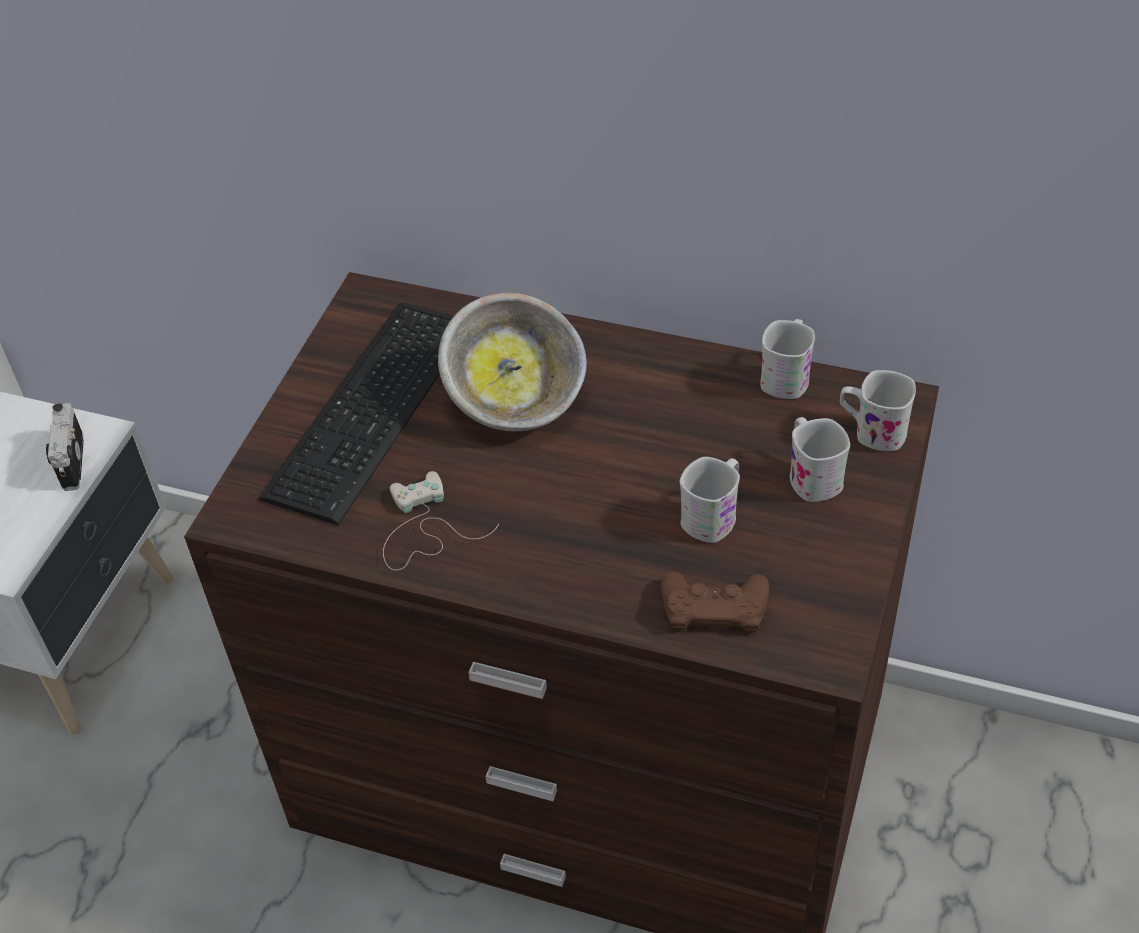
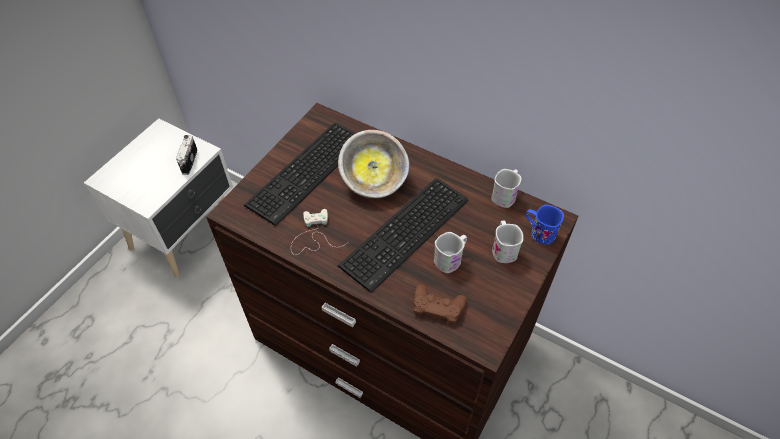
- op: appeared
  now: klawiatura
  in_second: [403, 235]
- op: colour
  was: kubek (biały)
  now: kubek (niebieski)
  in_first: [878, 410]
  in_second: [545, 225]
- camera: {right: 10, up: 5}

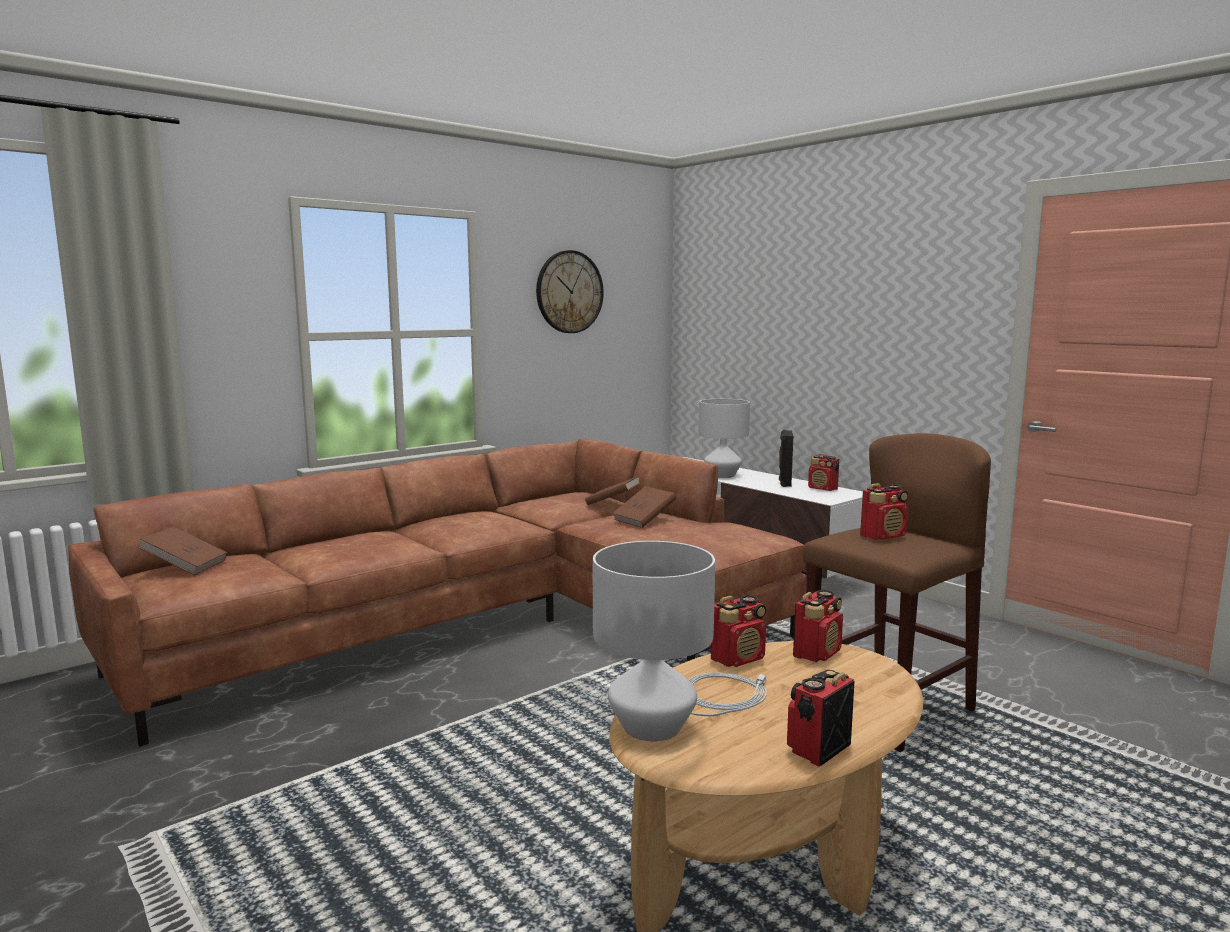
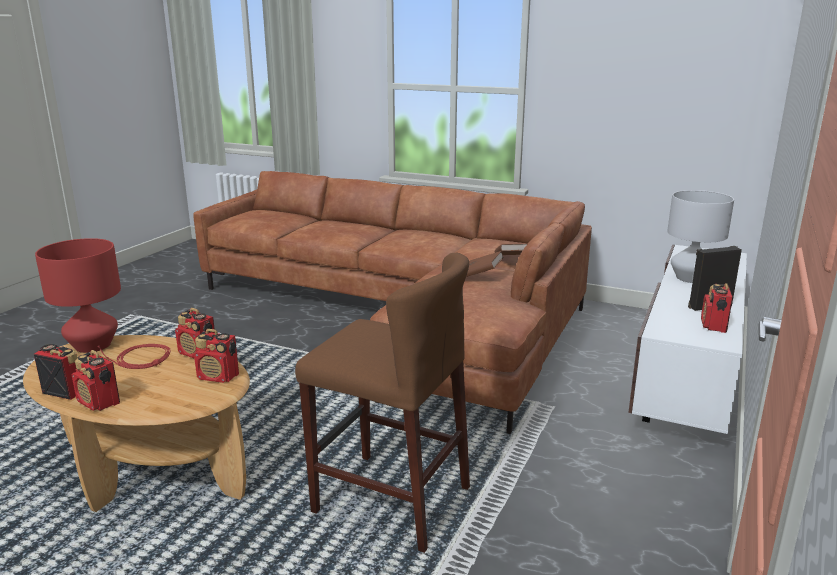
- op: missing
  was: książka (brązowy)
  in_first: [182, 550]
- op: missing
  was: zegar ścienny
  in_first: [570, 291]
- op: relocated
  was: radio
  in_first: [884, 511]
  in_second: [96, 380]
- op: colour
  was: lampa stołowa (szary)
  now: lampa stołowa (czerwony)
  in_first: [680, 641]
  in_second: [103, 303]
- camera: {right: 65, up: 10}

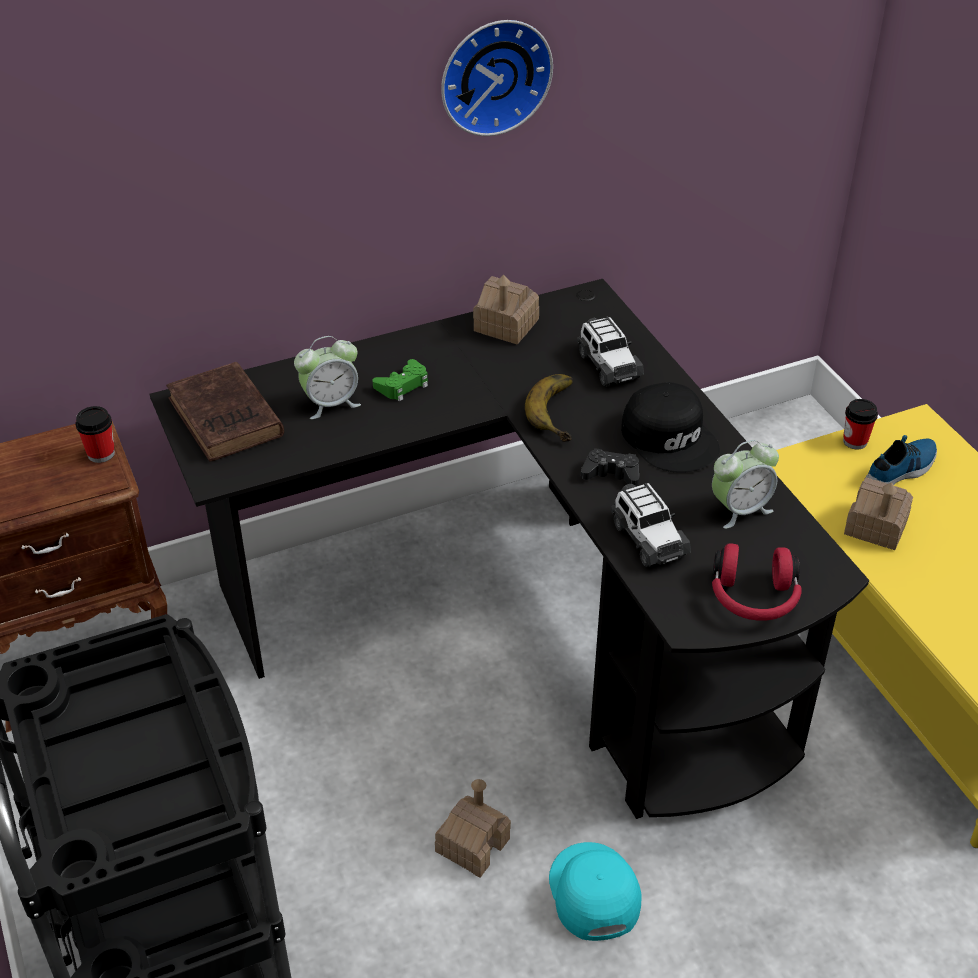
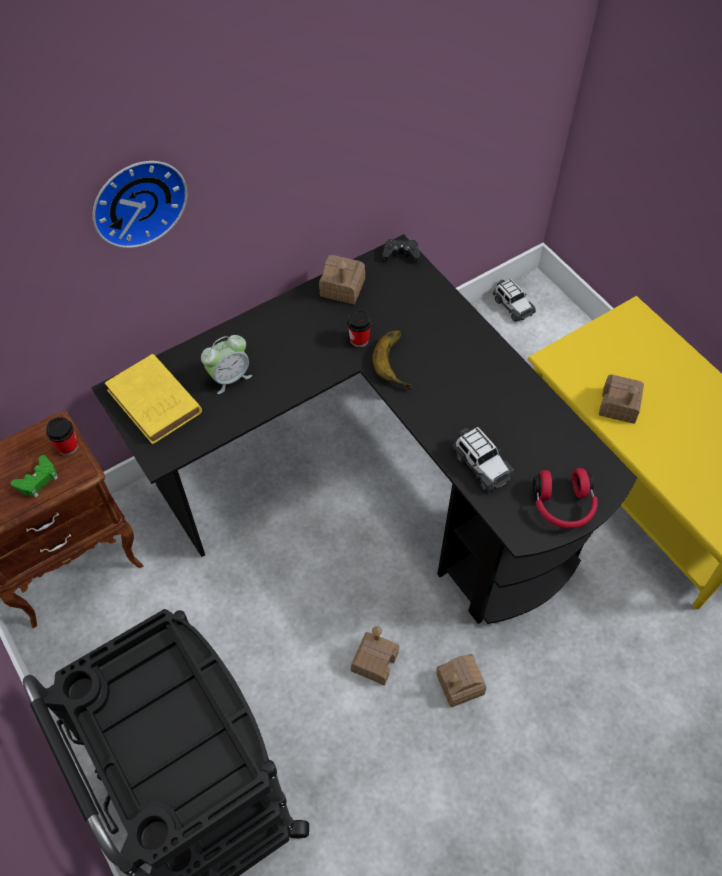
- op: missing
  was: czapka z daszkiem (czarny)
  in_first: [670, 427]
- op: missing
  was: budzik
  in_first: [745, 484]
- op: missing
  was: but
  in_first: [901, 460]
- op: relocated
  was: pad do gier (zielony)
  in_first: [400, 380]
  in_second: [34, 476]
- op: relocated
  was: zegar ścienny
  in_first: [497, 78]
  in_second: [139, 204]
- op: relocated
  was: samochodzik
  in_first: [610, 351]
  in_second: [514, 300]
- op: relocated
  was: pad do gier (czarny)
  in_first: [610, 467]
  in_second: [401, 250]
- op: relocated
  was: filiżanka
  in_first: [860, 424]
  in_second: [359, 328]
- op: exchanged
  was: czapka z daszkiem (turkusowy)
  now: domek
  in_first: [595, 891]
  in_second: [461, 680]
- op: colour
  was: książka (brązowy)
  now: książka (żółty)
  in_first: [225, 412]
  in_second: [153, 399]
- camera: {right: -10, up: 15}

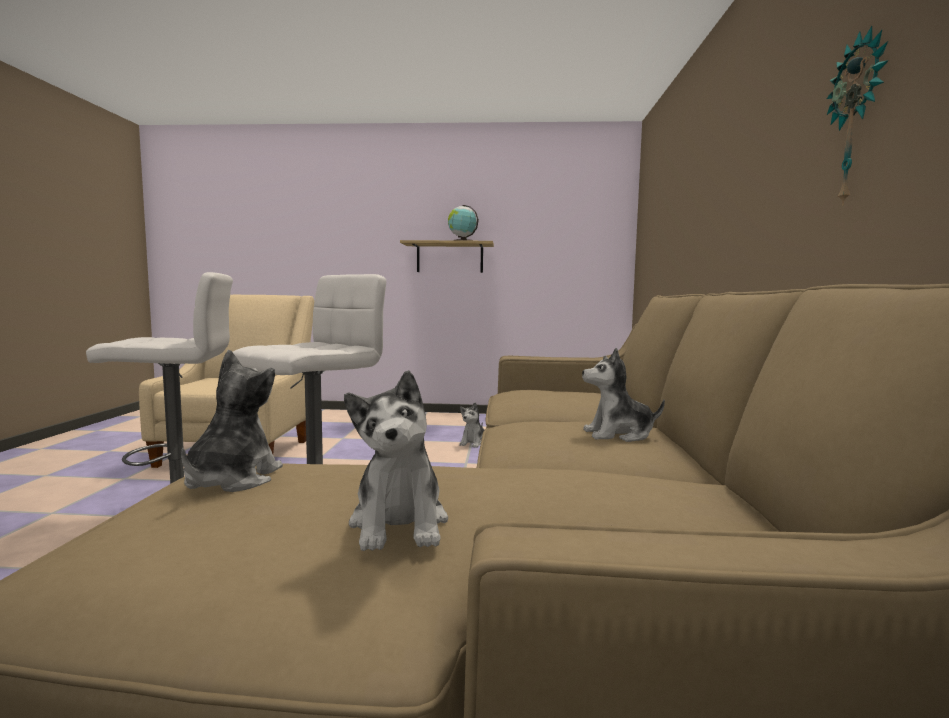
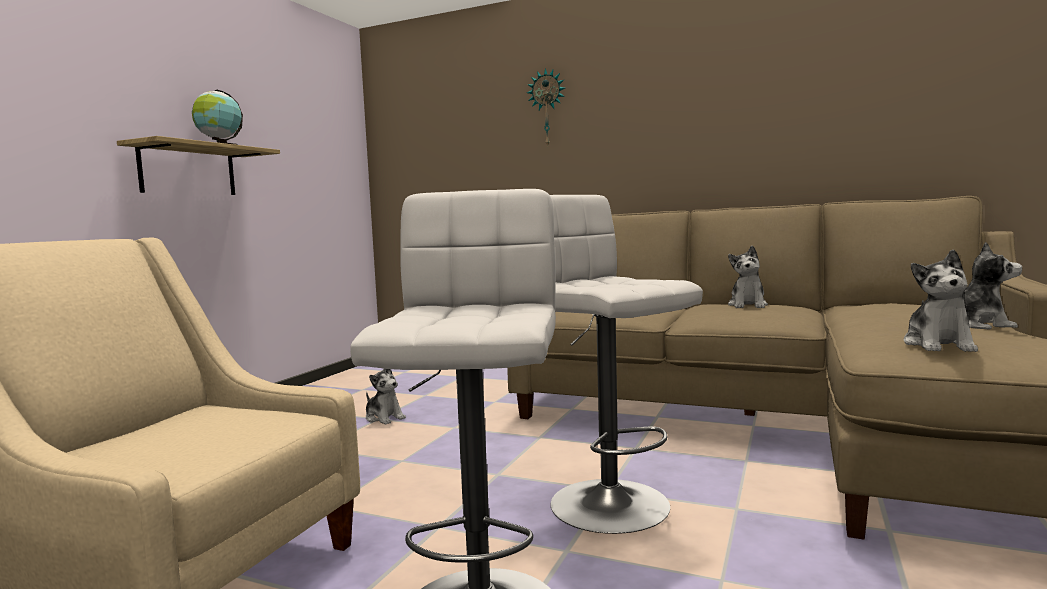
- op: relocated
  was: zegar ścienny
  in_first: [858, 116]
  in_second: [546, 107]
- op: spun
  was: pluszak
  in_first: [232, 421]
  in_second: [940, 300]
  clockwise: -105
- camera: {right: -70, up: 0}

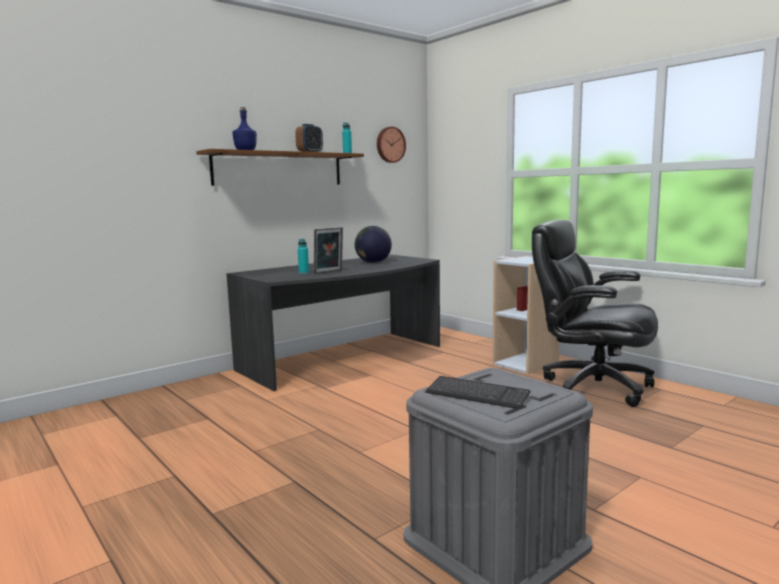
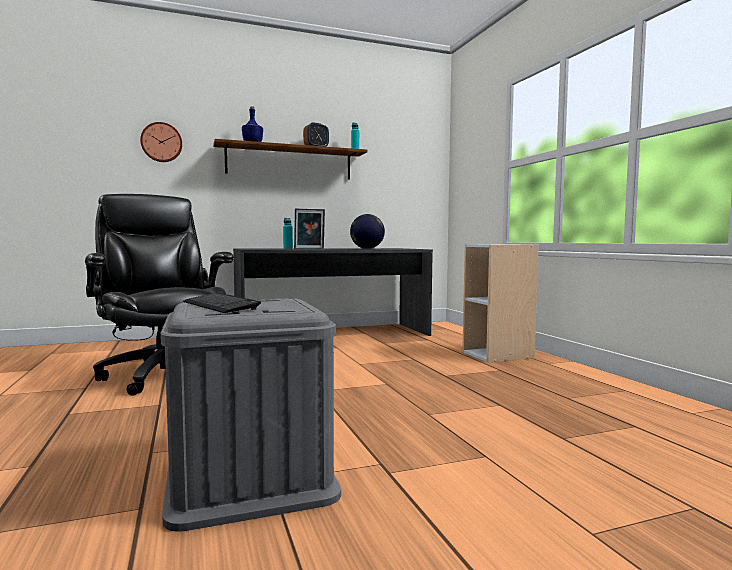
- op: relocated
  was: zegar ścienny
  in_first: [391, 145]
  in_second: [161, 142]
- op: relocated
  was: krzesło biurowe (czarny)
  in_first: [595, 313]
  in_second: [159, 295]
- camera: {right: 20, up: -5}

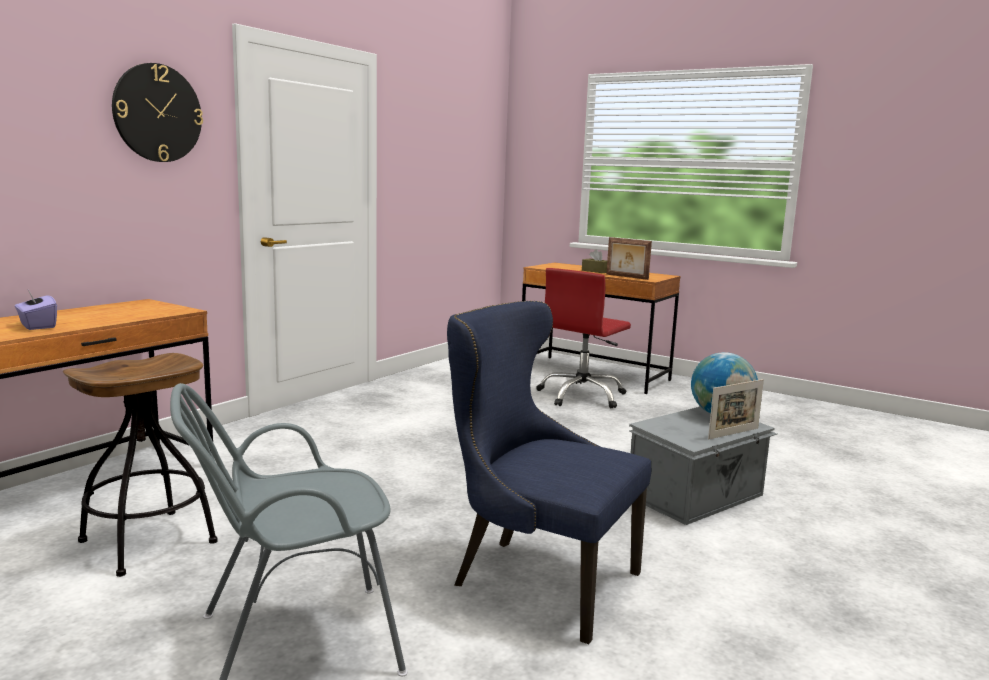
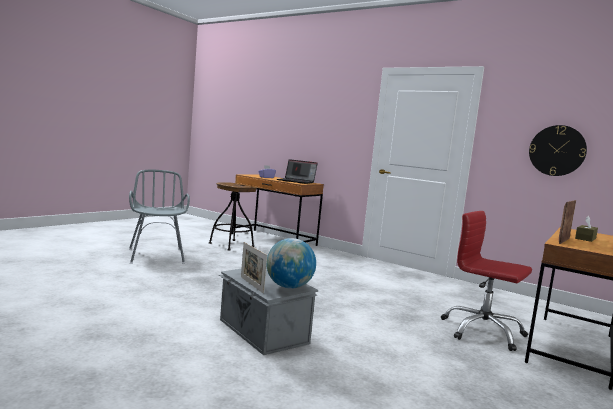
- op: missing
  was: krzesło (niebieski)
  in_first: [549, 472]
- op: appeared
  now: laptop
  in_second: [297, 171]
- op: relocated
  was: zegar ścienny
  in_first: [157, 112]
  in_second: [558, 150]
- camera: {right: 90, up: -5}

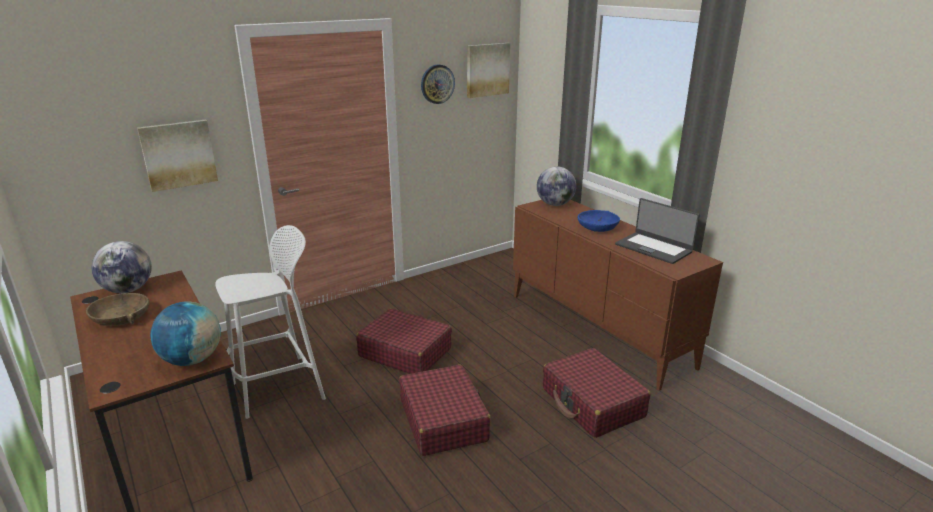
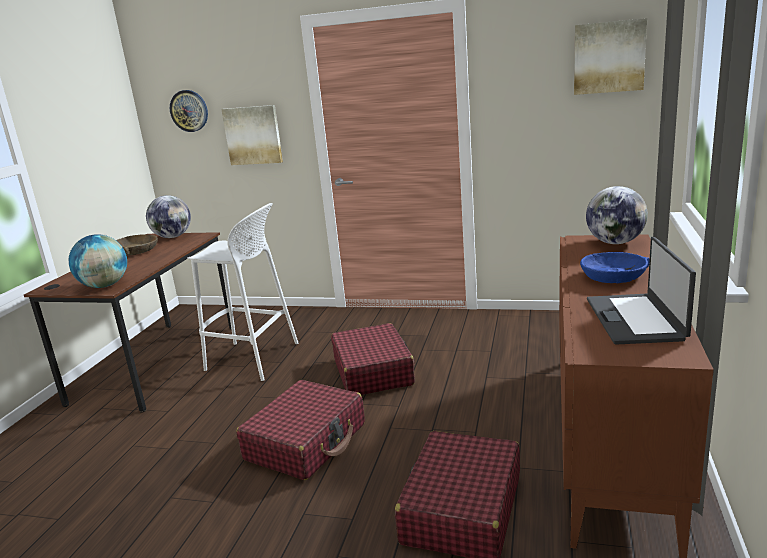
- op: relocated
  was: zegar ścienny
  in_first: [438, 84]
  in_second: [189, 111]
- camera: {right: 50, up: -5}

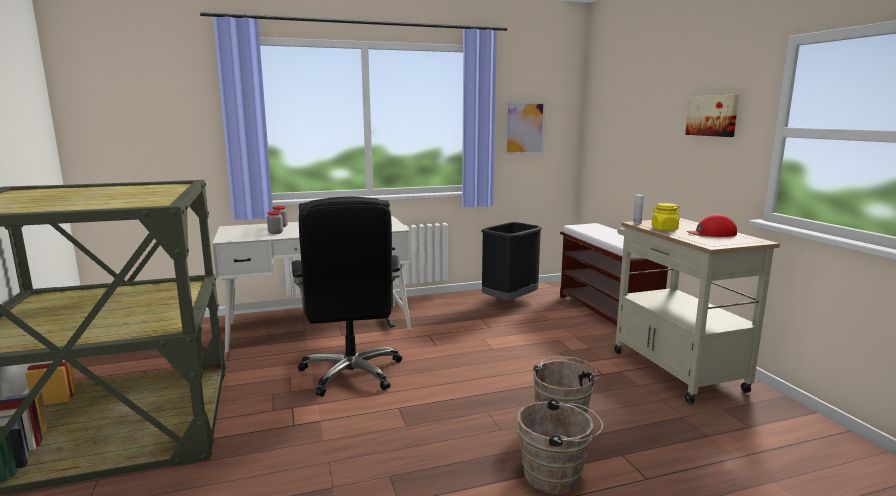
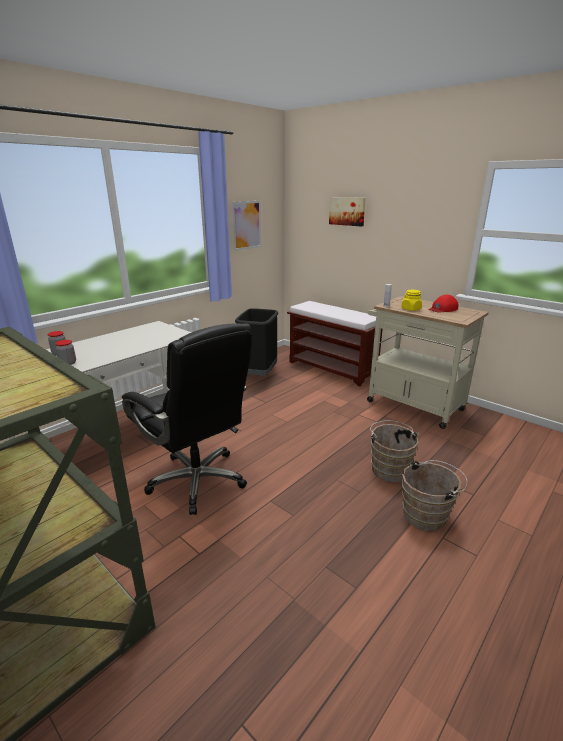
- op: relocated
  was: obraz
  in_first: [712, 116]
  in_second: [347, 212]
- camera: {right: -30, up: 10}

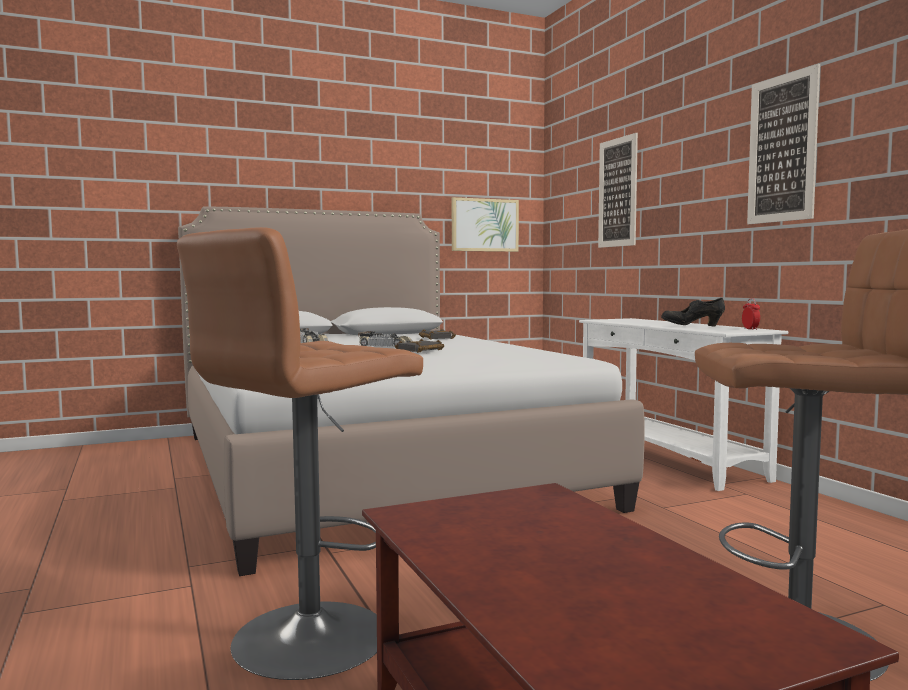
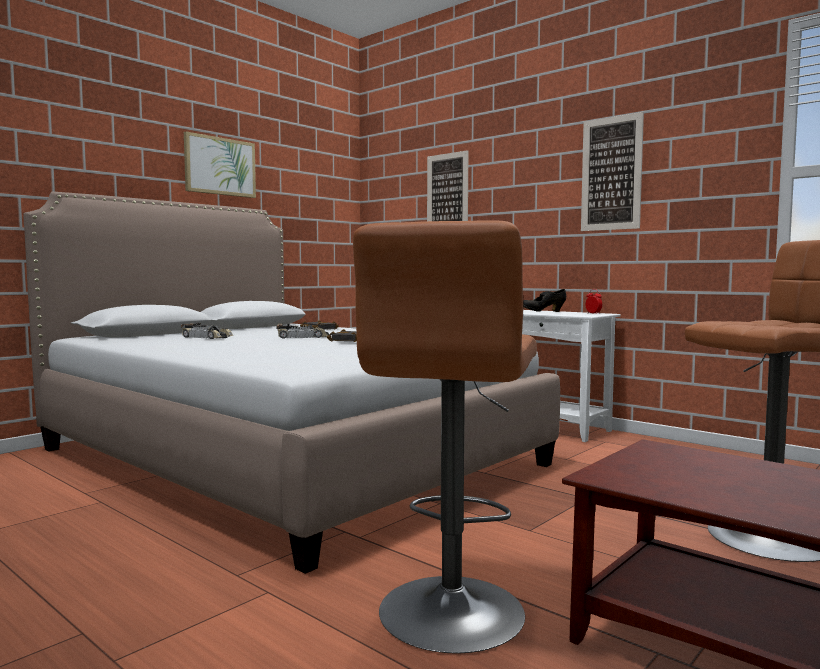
- op: relocated
  was: obraz
  in_first: [485, 224]
  in_second: [220, 164]
- camera: {right: -25, up: 0}

